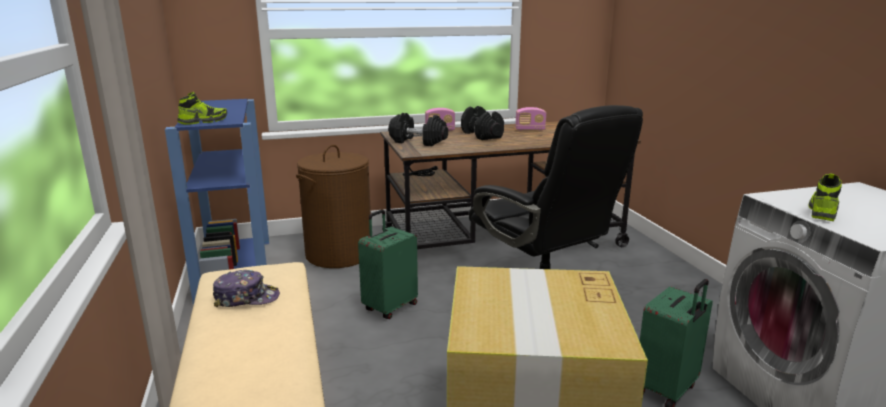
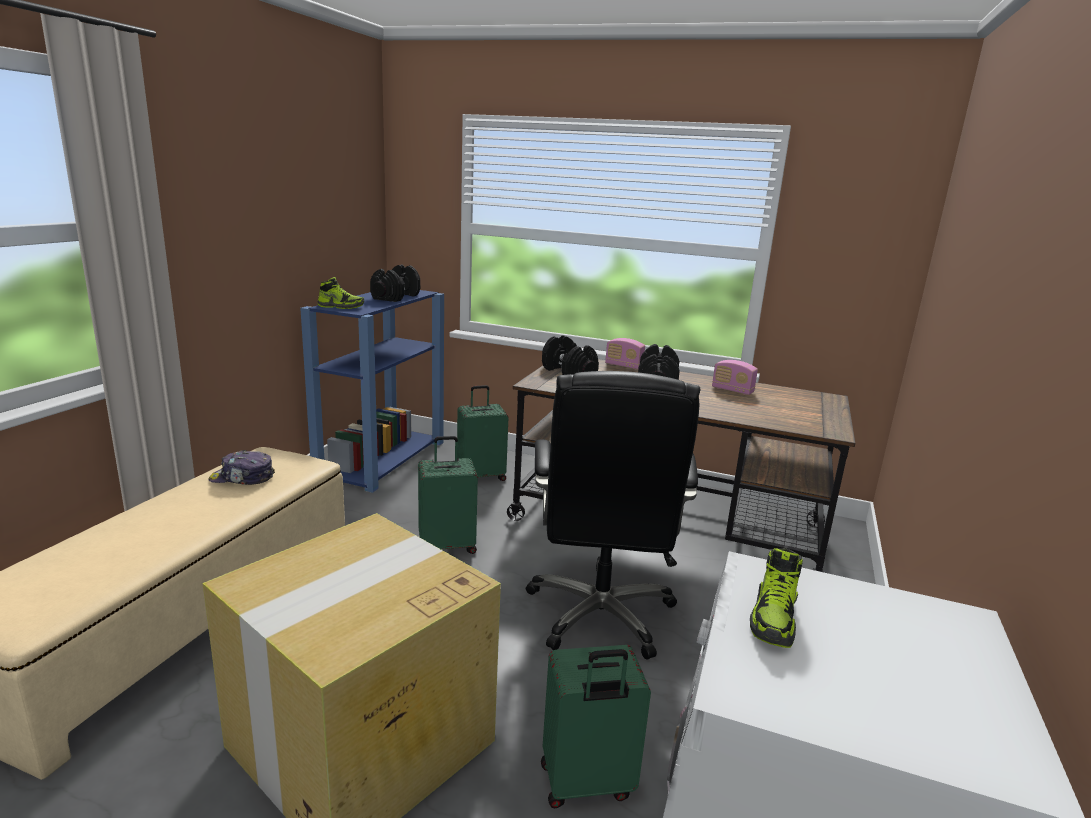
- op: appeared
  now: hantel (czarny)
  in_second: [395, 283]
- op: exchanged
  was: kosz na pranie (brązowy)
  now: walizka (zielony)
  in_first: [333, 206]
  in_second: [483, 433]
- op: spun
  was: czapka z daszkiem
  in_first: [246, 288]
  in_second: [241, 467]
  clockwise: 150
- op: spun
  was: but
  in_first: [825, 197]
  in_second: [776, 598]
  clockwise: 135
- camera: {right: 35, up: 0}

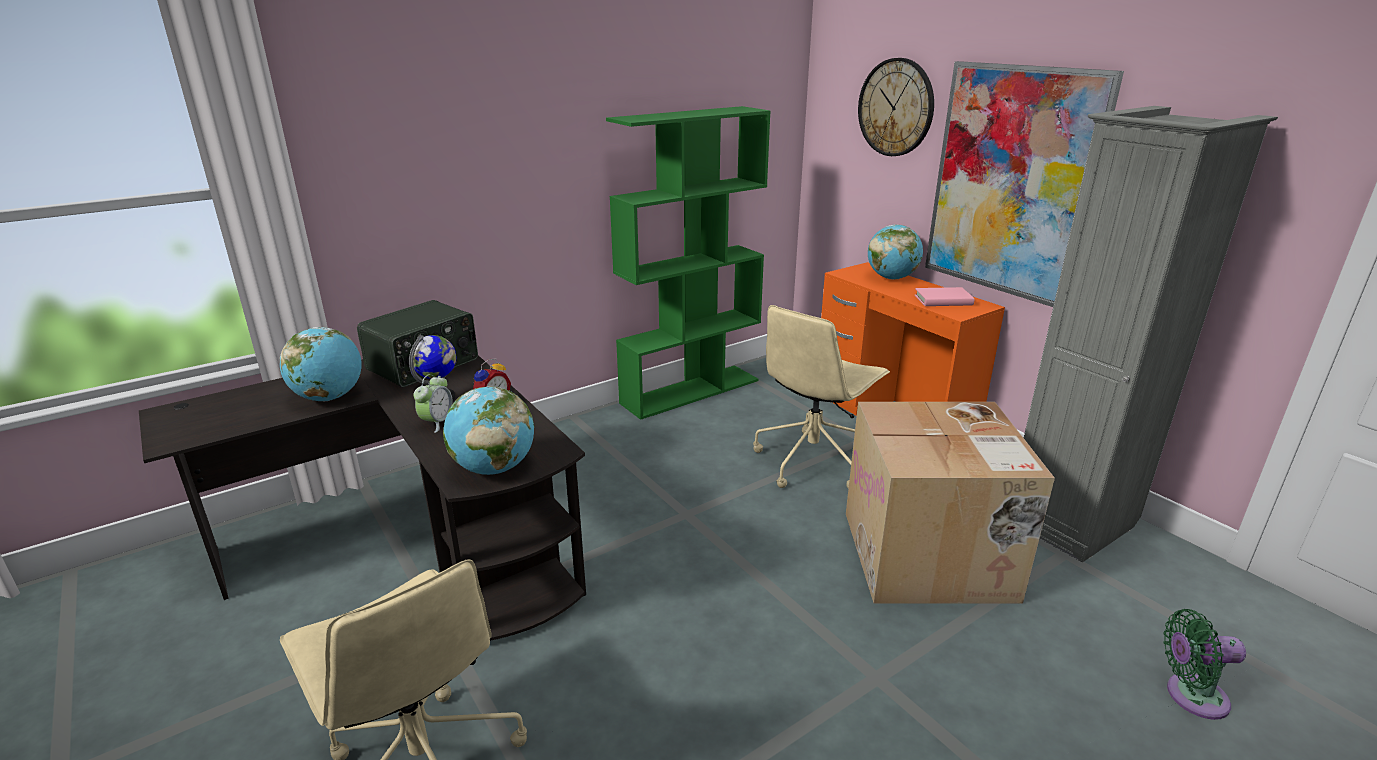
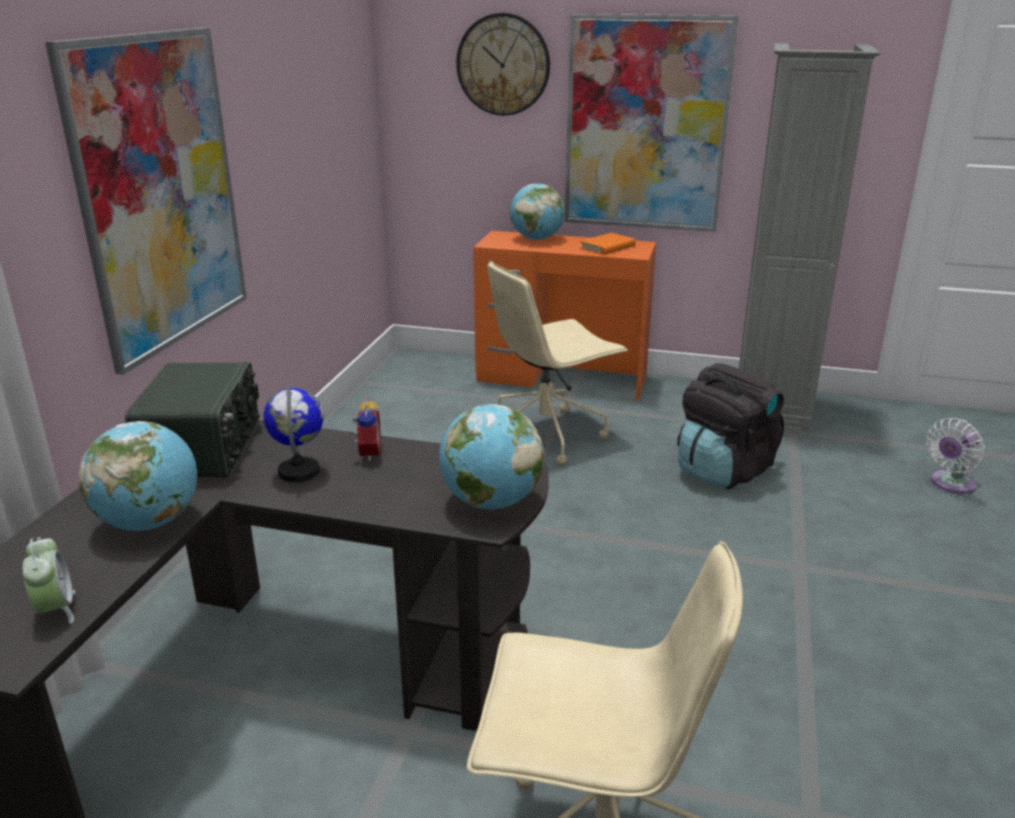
- op: missing
  was: regał (zielony)
  in_first: [688, 263]
- op: appeared
  now: obraz
  in_second: [146, 201]
- op: relocated
  was: budzik
  in_first: [433, 403]
  in_second: [49, 580]
- op: exchanged
  was: karton
  now: plecak (czarny)
  in_first: [950, 503]
  in_second: [730, 426]
- op: colour
  was: książka (różowy)
  now: książka (pomarańczowy)
  in_first: [944, 296]
  in_second: [608, 244]
- op: colour
  was: wentylator (zielony)
  now: wentylator (biały)
  in_first: [1204, 664]
  in_second: [955, 456]
- op: spun
  was: krzesło biurowe (beżowy)
  in_first: [821, 396]
  in_second: [557, 363]
  clockwise: 60
- camera: {right: -40, up: 0}

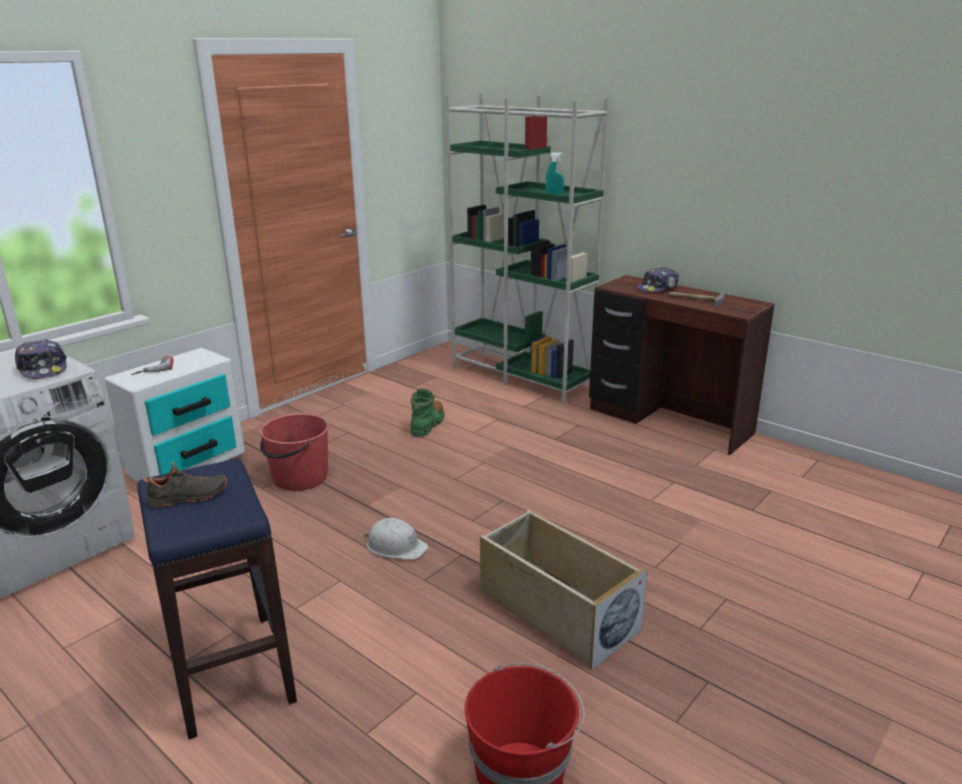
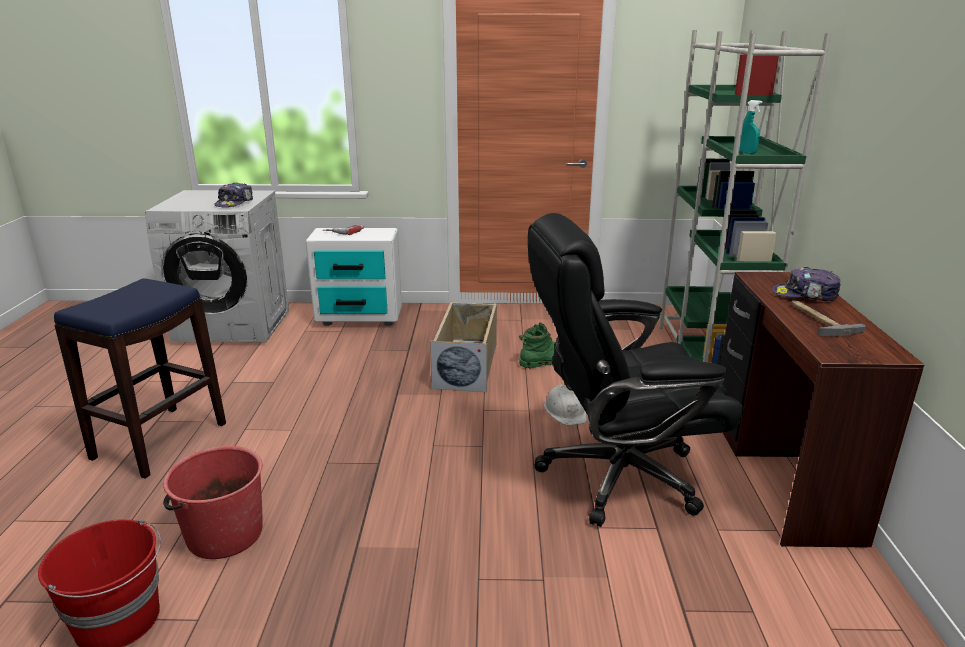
- op: missing
  was: but (czarny)
  in_first: [184, 484]
- op: appeared
  now: krzesło biurowe (czarny)
  in_second: [635, 370]
- op: relocated
  was: wiadro (czerwony)
  in_first: [294, 452]
  in_second: [213, 502]
- op: relocated
  was: kask (biały)
  in_first: [396, 539]
  in_second: [565, 405]
- op: relocated
  was: pojemnik do przechowywania (beżowy)
  in_first: [564, 590]
  in_second: [463, 347]
- camera: {right: 50, up: 0}

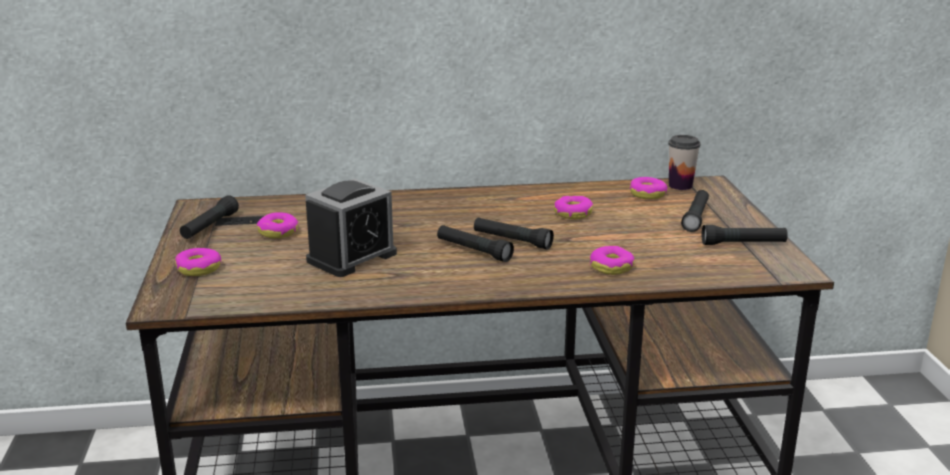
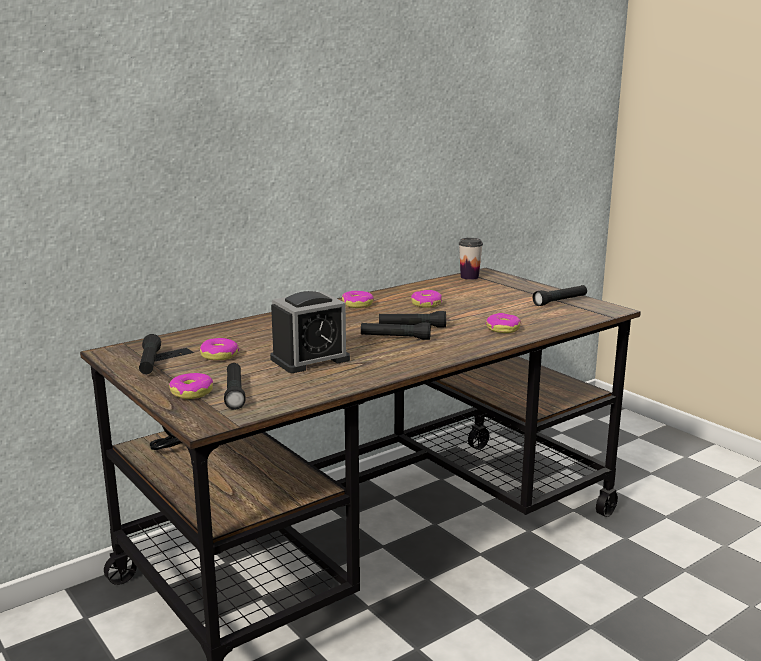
- op: relocated
  was: donut
  in_first: [649, 188]
  in_second: [358, 299]
- op: relocated
  was: latarka (czarny)
  in_first: [695, 211]
  in_second: [235, 386]
- op: spun
  was: budzik
  in_first: [351, 227]
  in_second: [310, 332]
  clockwise: 45
- camera: {right: -30, up: -5}

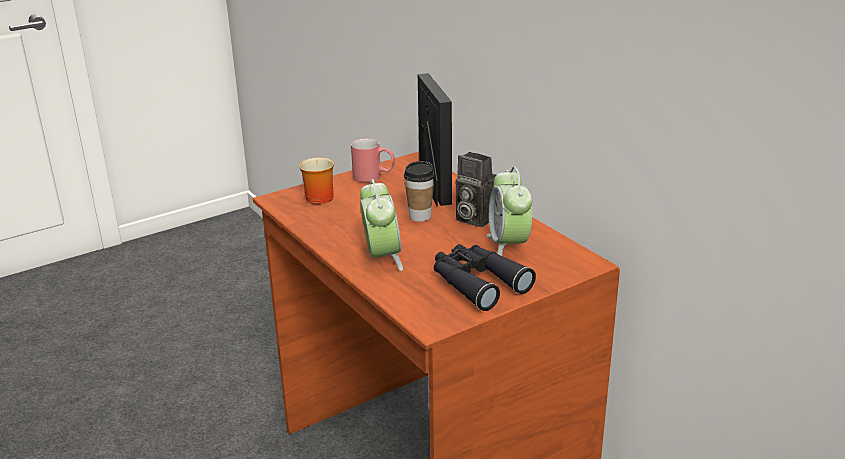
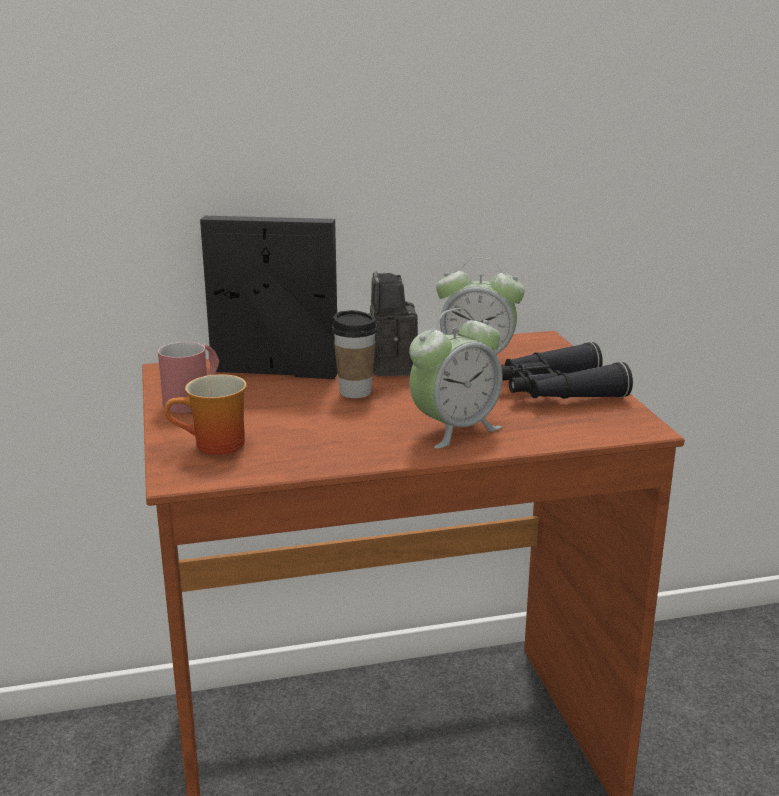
- op: spun
  was: budzik
  in_first: [381, 225]
  in_second: [456, 378]
  clockwise: 135
- op: spun
  was: aparat fotograficzny
  in_first: [476, 189]
  in_second: [393, 324]
  clockwise: 120
- camera: {right: -70, up: -5}

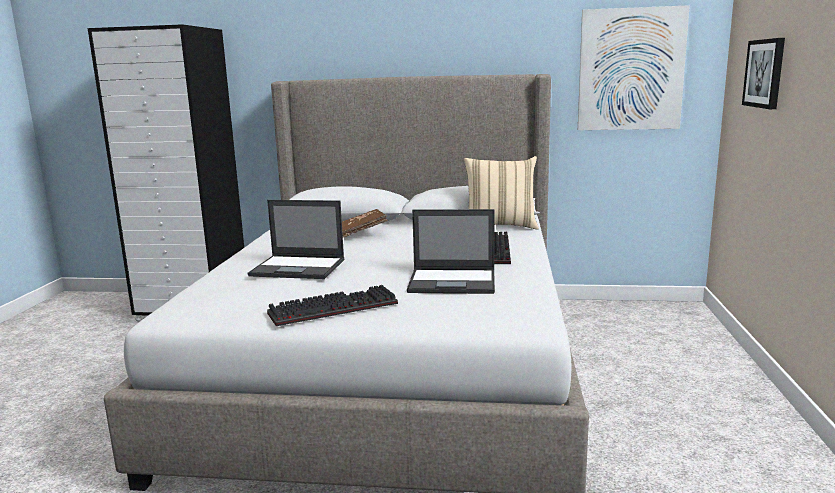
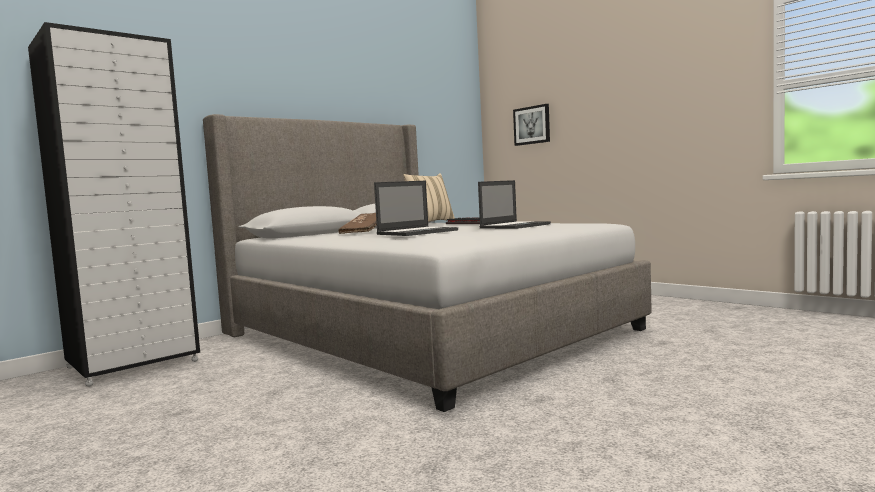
- op: missing
  was: klawiatura
  in_first: [332, 305]
- op: missing
  was: obraz
  in_first: [634, 67]
- camera: {right: -50, up: -10}

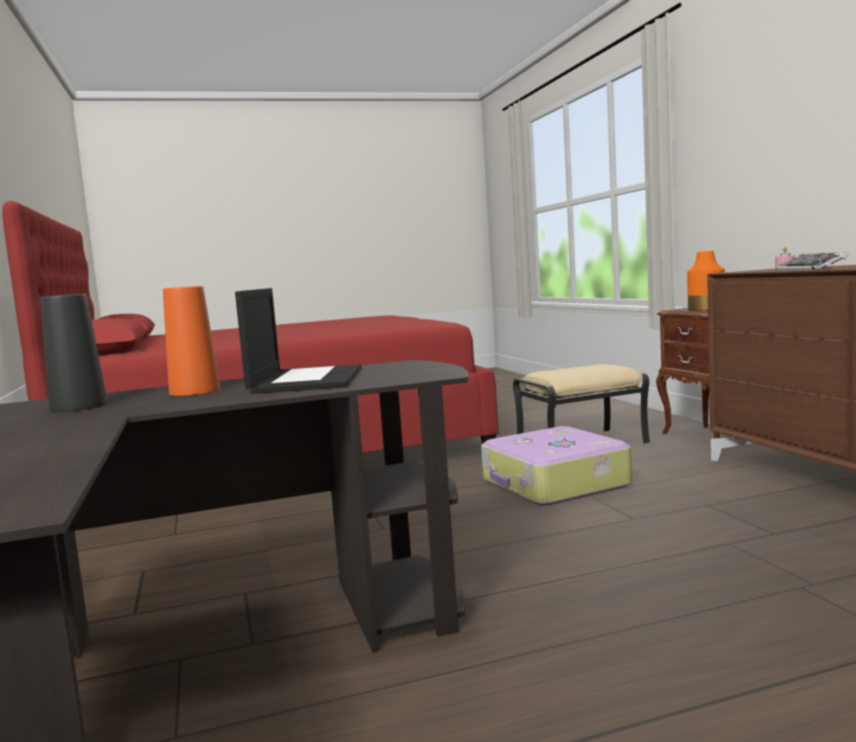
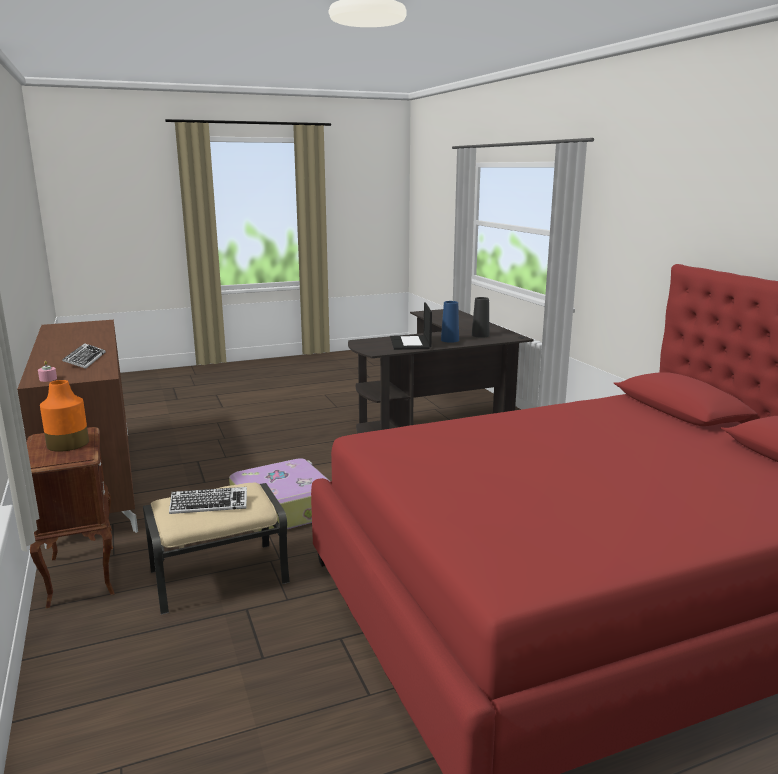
- op: appeared
  now: klawiatura
  in_second: [208, 500]
- op: colour
  was: wazon (pomarańczowy)
  now: wazon (niebieski)
  in_first: [191, 341]
  in_second: [450, 322]
- camera: {right: 175, up: 10}

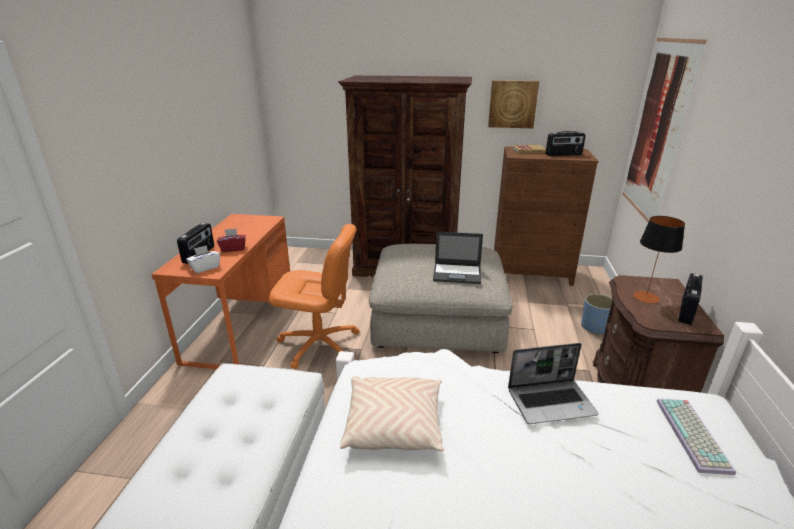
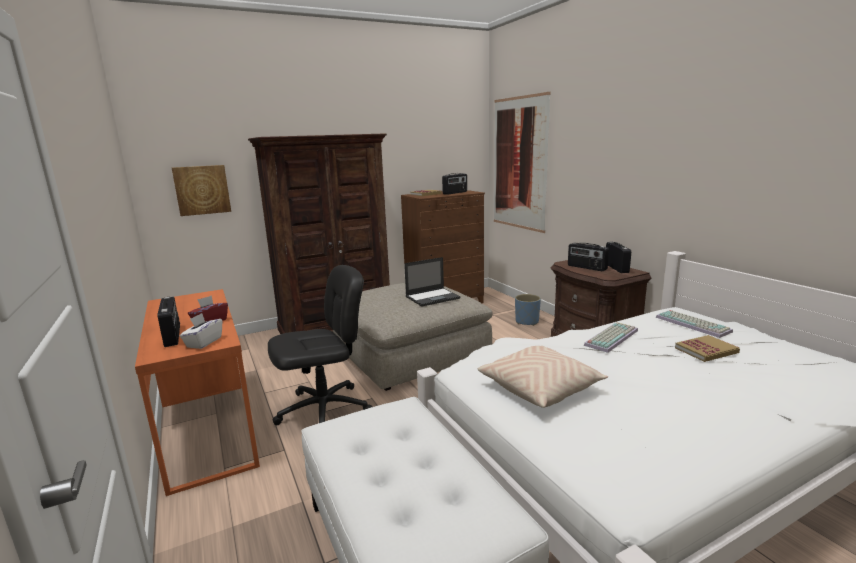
- op: appeared
  now: książka
  in_second: [707, 348]
- op: relocated
  was: obraz
  in_first: [513, 104]
  in_second: [201, 190]
- op: exchanged
  was: laptop
  now: klawiatura
  in_first: [553, 383]
  in_second: [611, 337]
- op: exchanged
  was: lampa stołowa
  now: radio
  in_first: [659, 260]
  in_second: [588, 257]
- op: colour
  was: krzesło biurowe (pomarańczowy)
  now: krzesło biurowe (czarny)
  in_first: [314, 296]
  in_second: [320, 345]
- camera: {right: -35, up: -10}

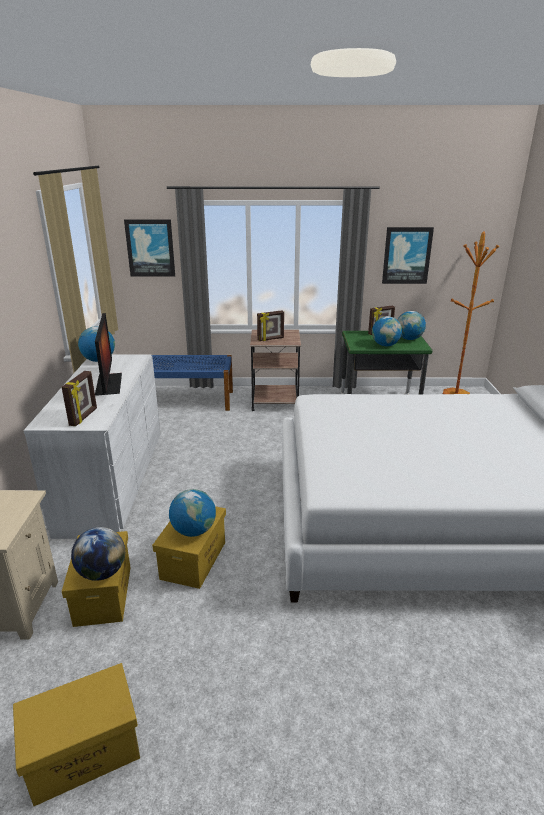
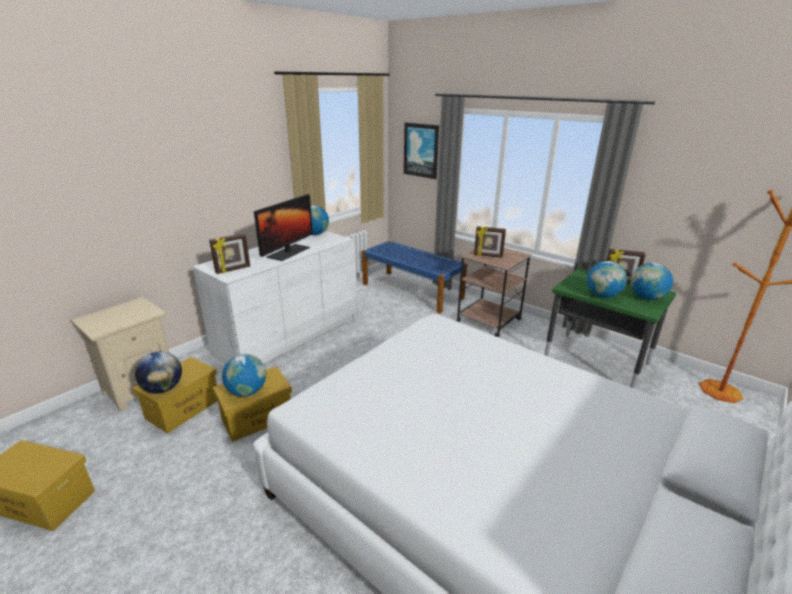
- op: missing
  was: obraz
  in_first: [408, 255]
- camera: {right: 40, up: 0}

